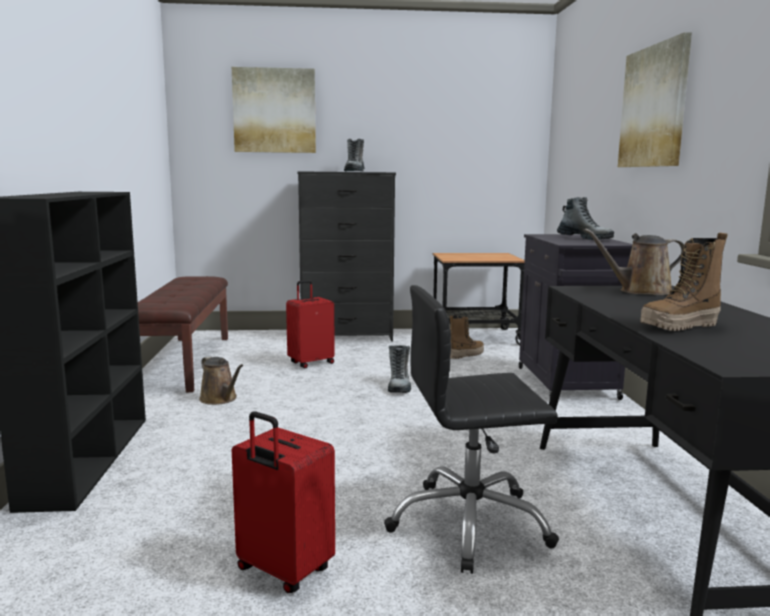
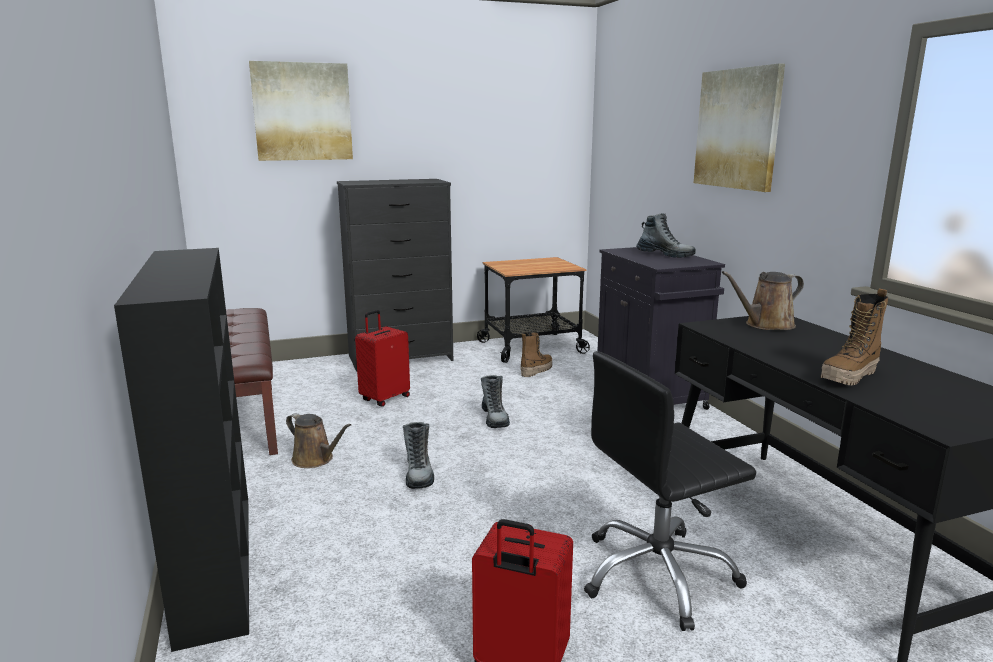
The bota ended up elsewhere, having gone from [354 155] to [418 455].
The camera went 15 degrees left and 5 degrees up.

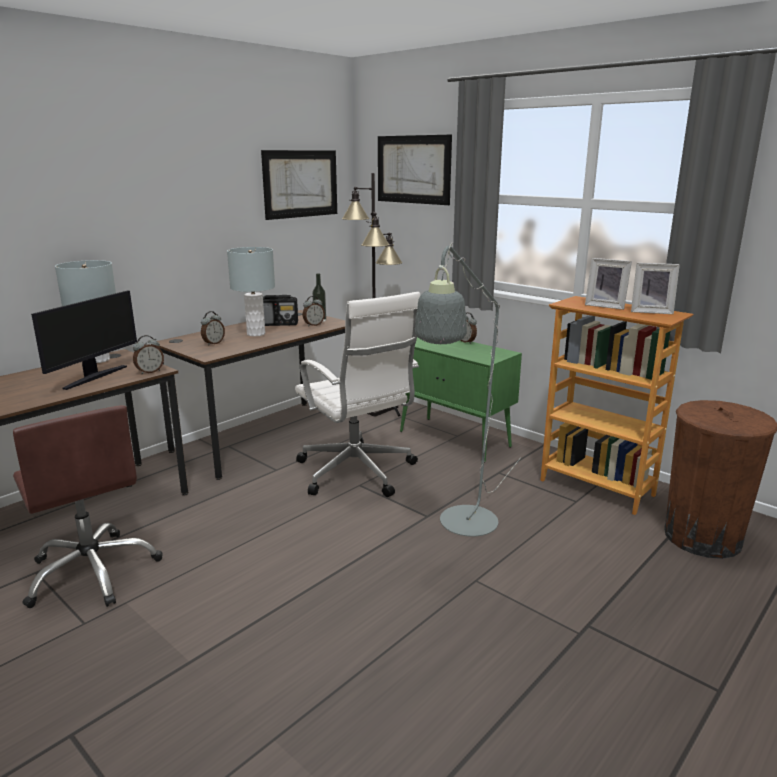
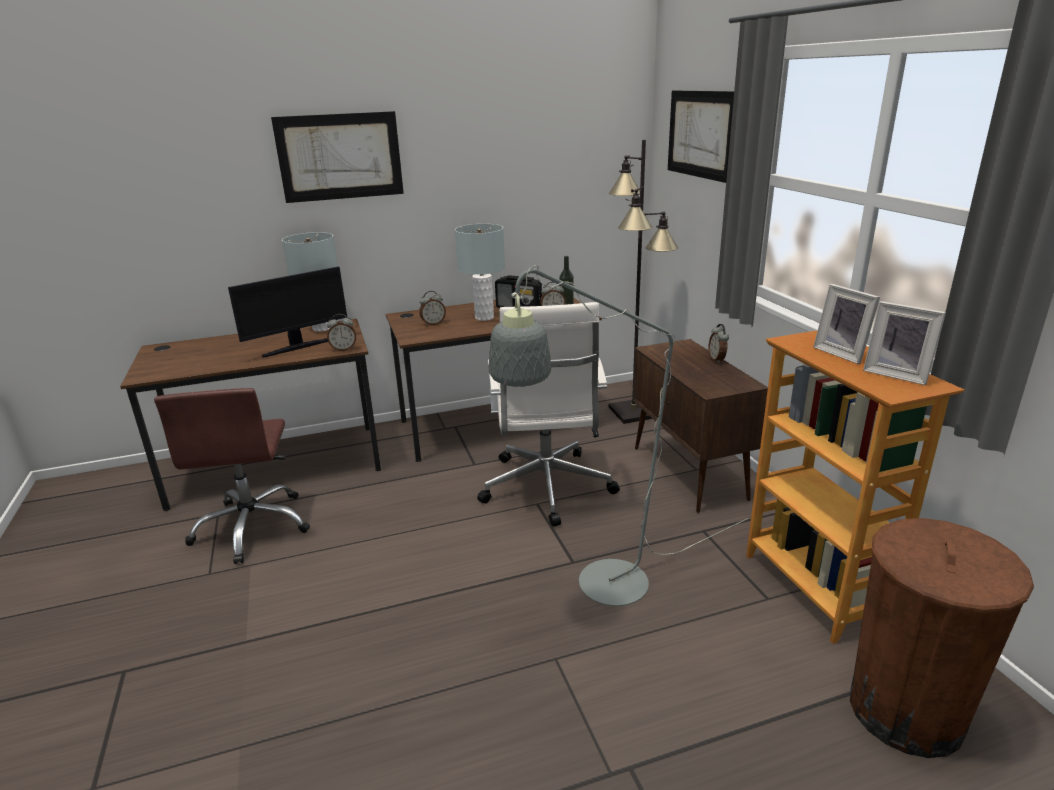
The cuadro ended up elsewhere, having gone from [299 185] to [337 157].
What was the armario [verde] at [461 400] turned into the armario [marrón] at [700 426].
The camera went 30 degrees right and 5 degrees up.

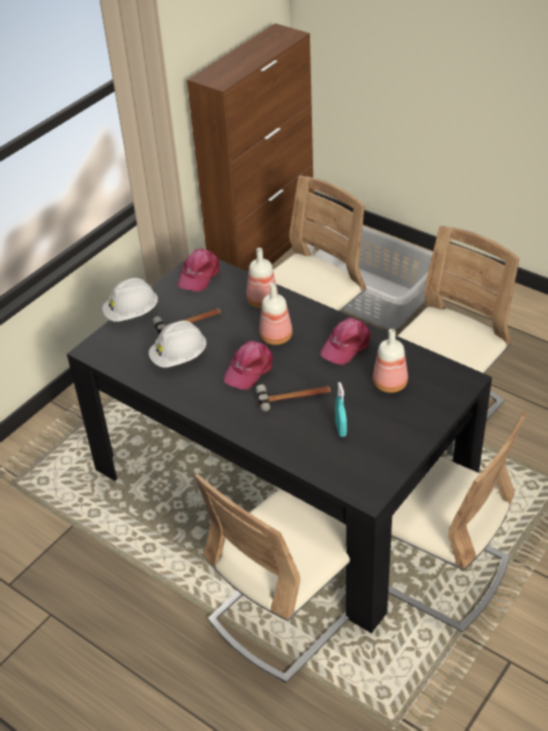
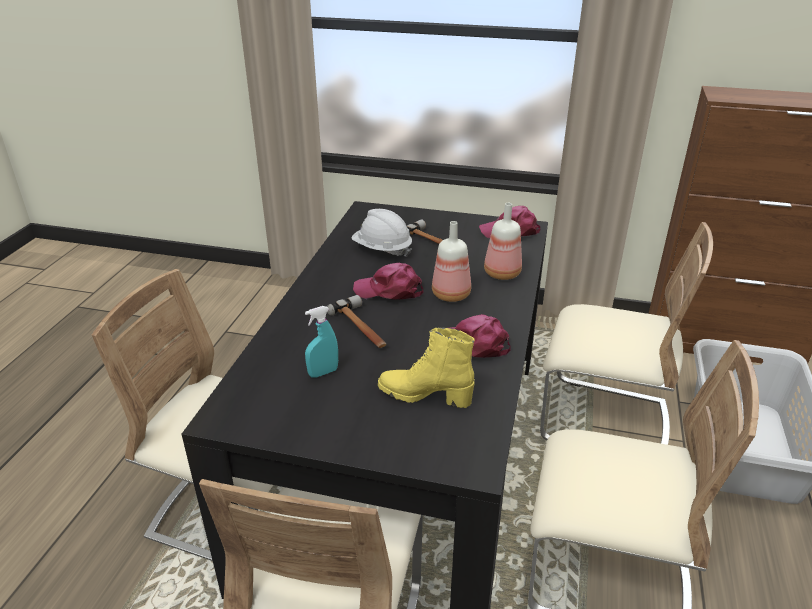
The second view lost the casco [blanco] at [130 300].
Where the botella stood at [390 361], the bota [amarillo] came to stand at [426 367].
The camera went 65 degrees right and 10 degrees down.

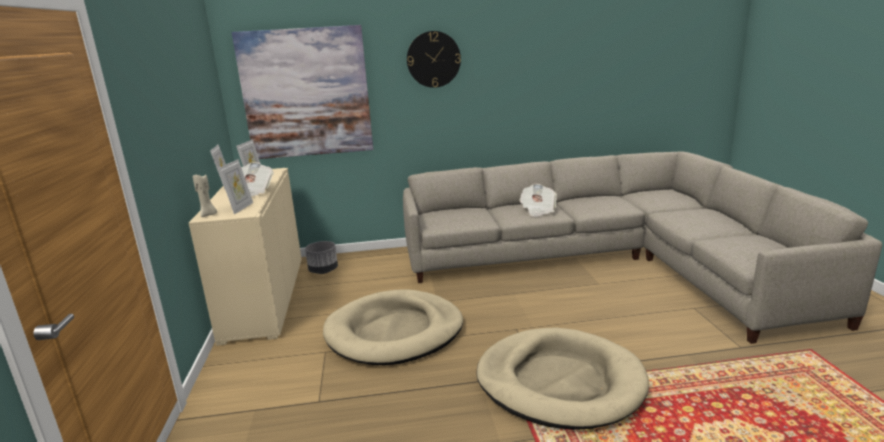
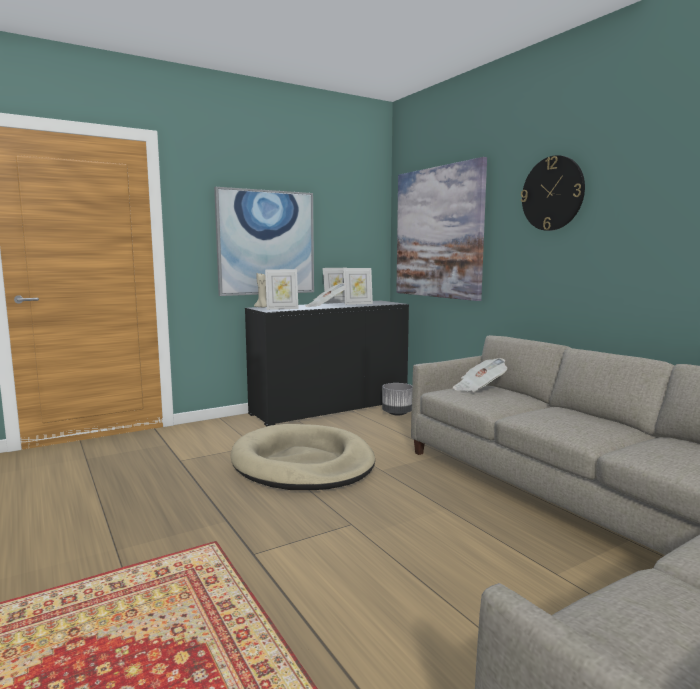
What was the armario [beis] at [245 257] turned into the armario [negro] at [327 363].
The second view lost the cama para perro [beis] at [562 379].
The periódico ended up elsewhere, having gone from [538 200] to [480 375].
The second view gained the cuadro at [264 241].
The camera went 65 degrees right and 10 degrees down.

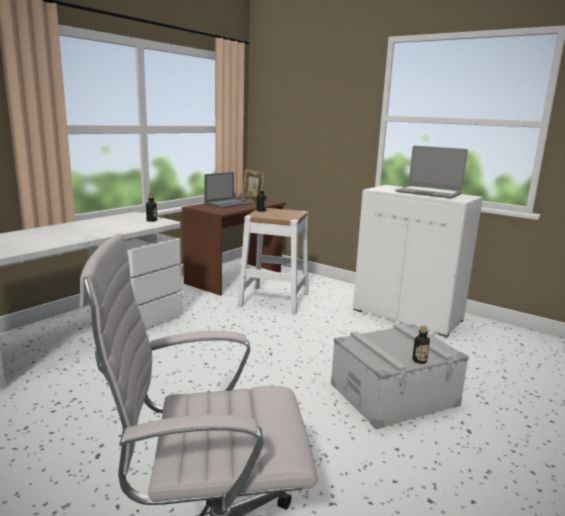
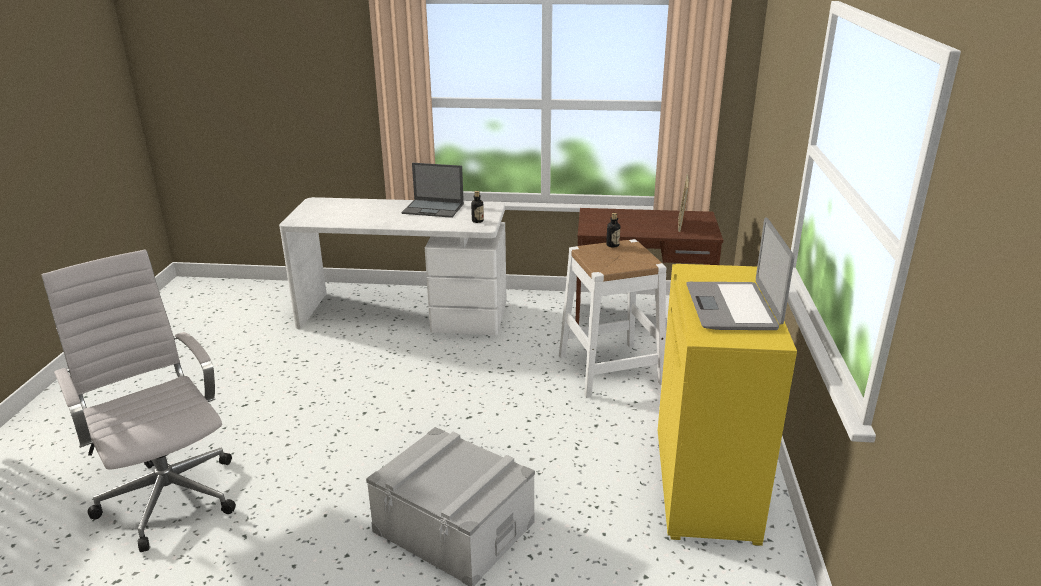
The portátil ended up elsewhere, having gone from [227 190] to [433 190].
What was the armario [blanco] at [418 261] turned into the armario [amarillo] at [727 405].
The second view lost the botella at [421 344].
The camera went 60 degrees right and 10 degrees up.

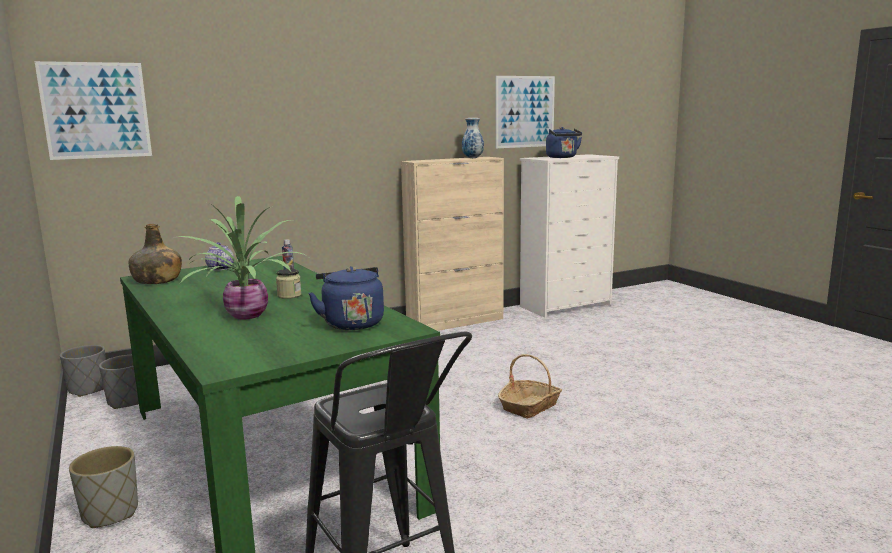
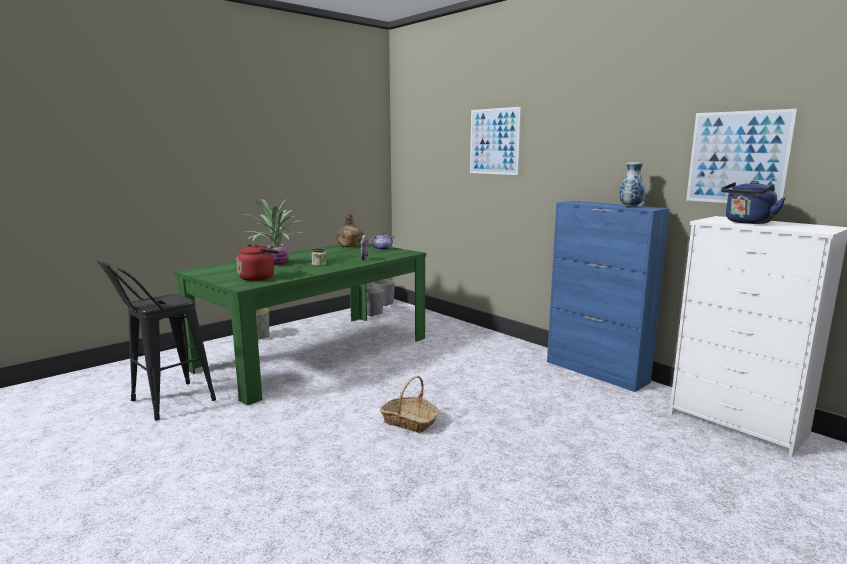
The cuadro ended up elsewhere, having gone from [93 110] to [495 141].
What was the hervidor [azul] at [346 298] turned into the hervidor [rojo] at [258 262].
What was the armario [beis] at [452 244] turned into the armario [azul] at [608 296].
The camera went 75 degrees right and 0 degrees up.

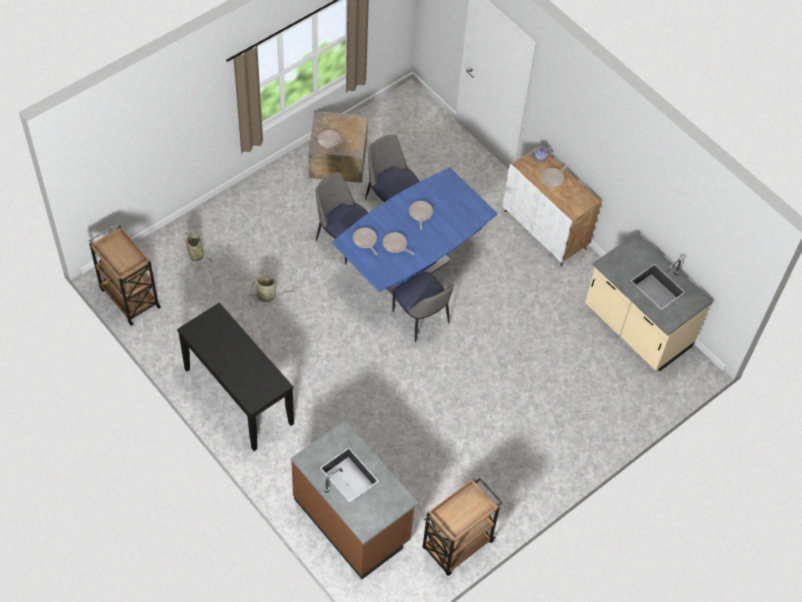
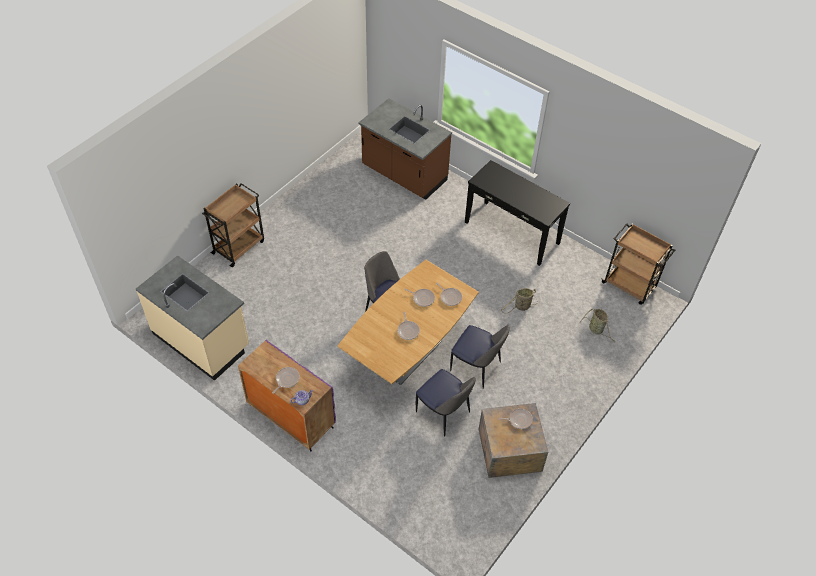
What was the mesa de comedor [azul] at [414 232] turned into the mesa de comedor [marrón] at [408 322].
The carrito [marrón] ended up elsewhere, having gone from [462 527] to [233 225].
What was the armario [blanco] at [552 206] turned into the armario [morado] at [287 395].
The camera went 170 degrees right and 5 degrees down.

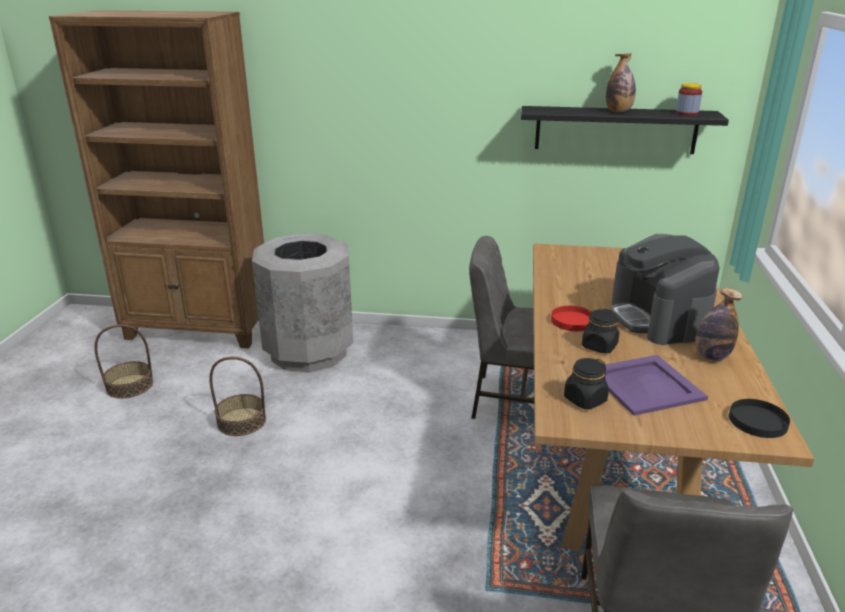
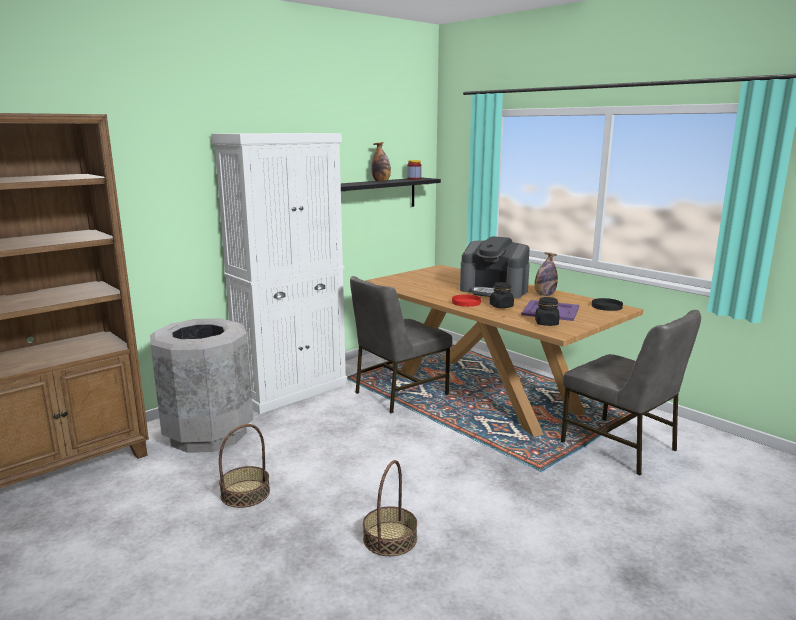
The cesta ended up elsewhere, having gone from [124 361] to [390 508].
The second view gained the armario [blanco] at [279 273].
The camera went 50 degrees left and 10 degrees down.

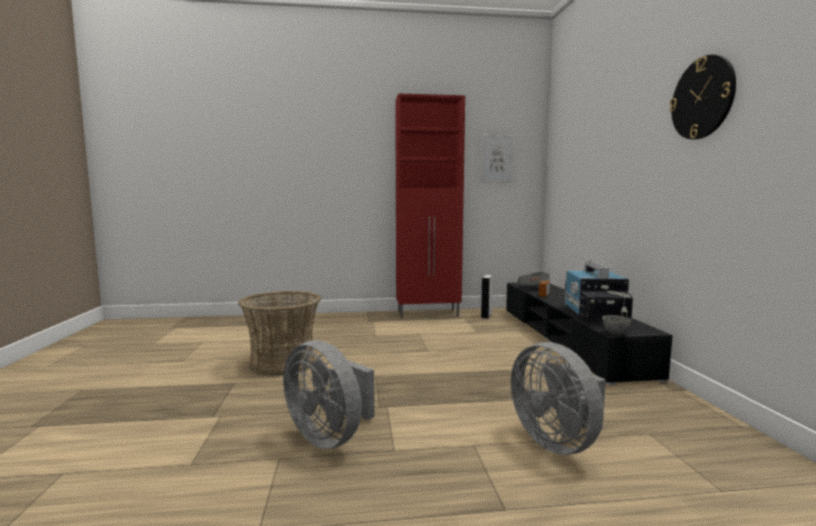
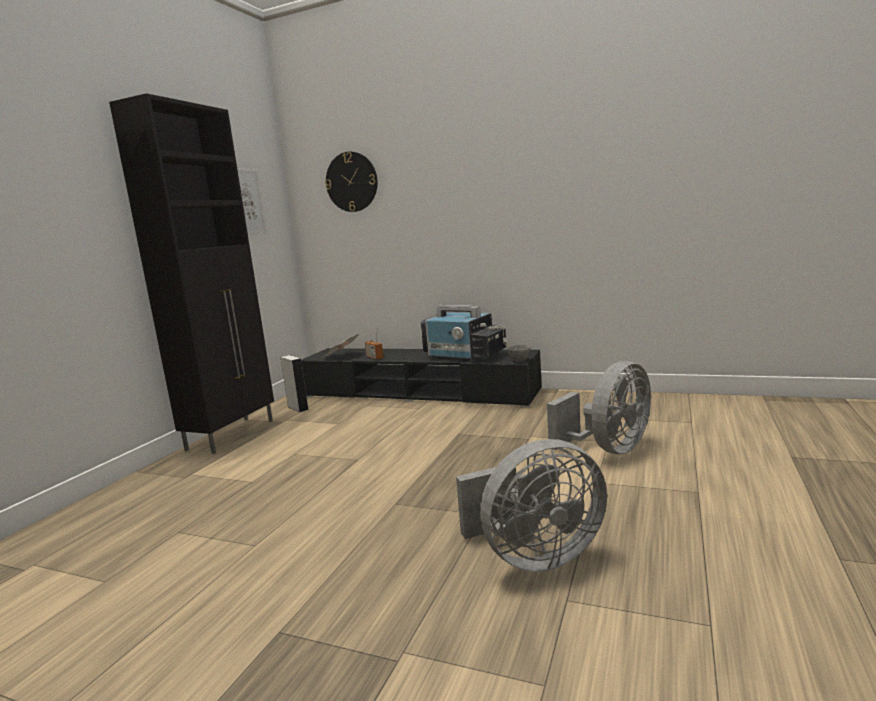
The second view lost the cesta at [279 333].
What was the armario [rojo] at [430 206] turned into the armario [negro] at [191 273].
The ventilador [gris] at [558 398] ended up facing another way, 45 degrees counterclockwise from before.
The reloj de pared ended up elsewhere, having gone from [702 97] to [351 182].
The camera went 60 degrees left and 5 degrees up.

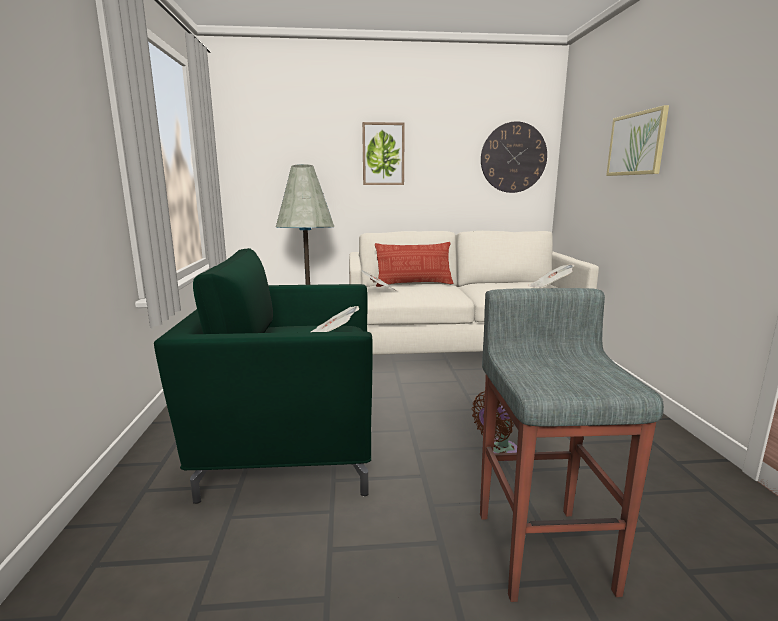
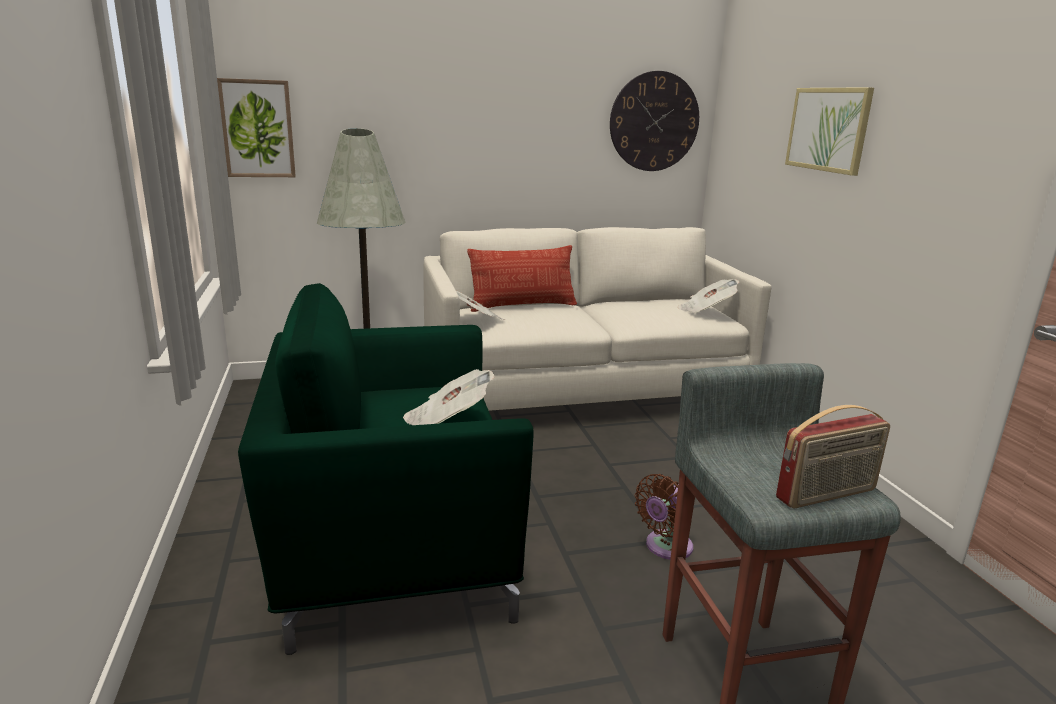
The cuadro ended up elsewhere, having gone from [383 153] to [256 127].
The second view gained the radio at [833 457].
The camera went 10 degrees left and 5 degrees up.

